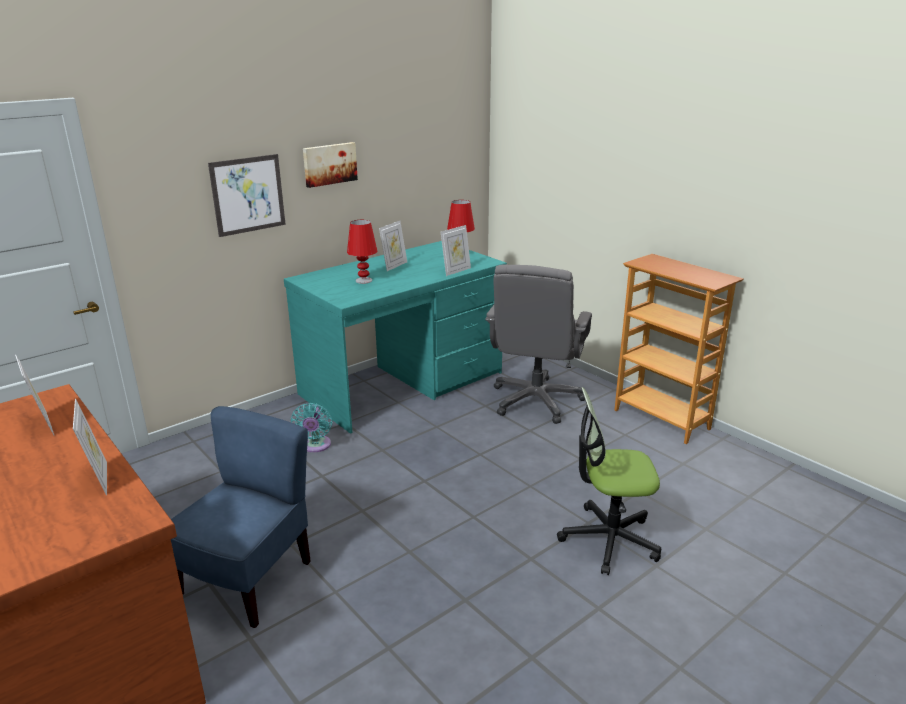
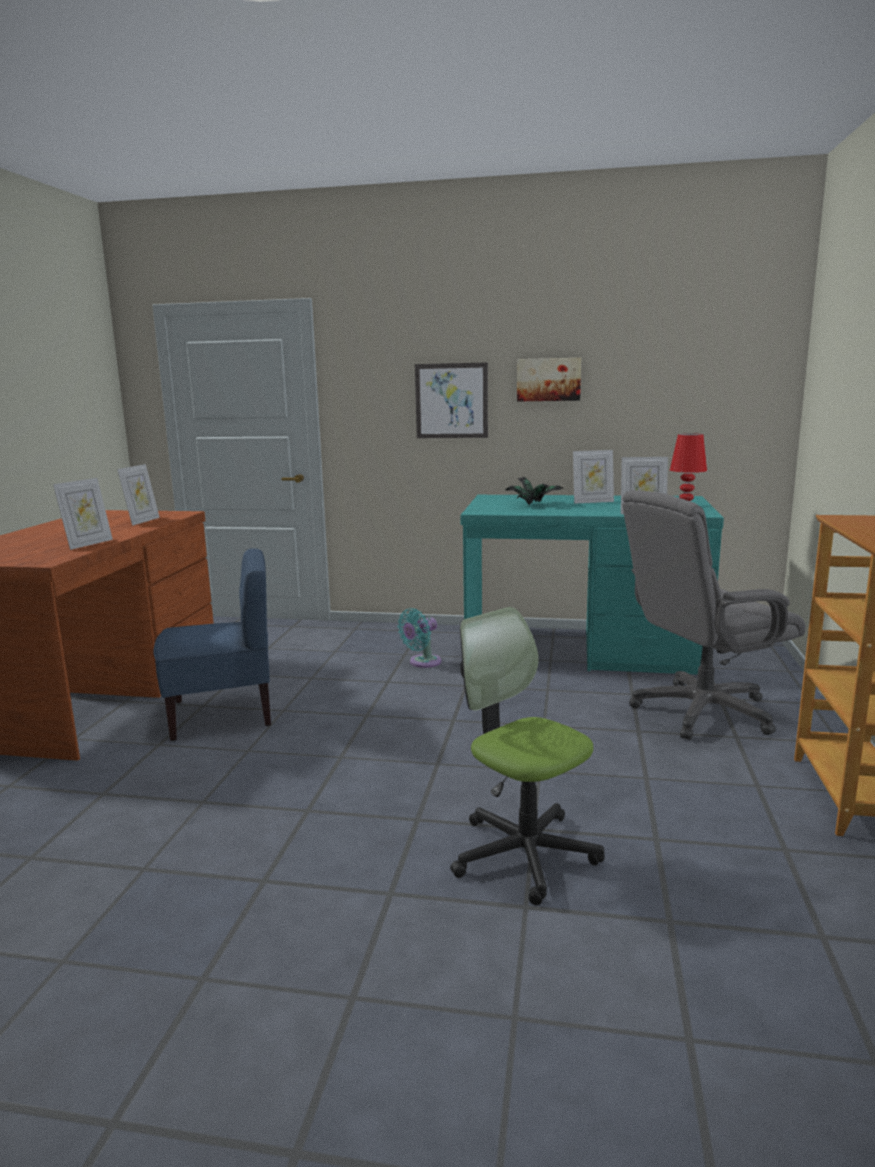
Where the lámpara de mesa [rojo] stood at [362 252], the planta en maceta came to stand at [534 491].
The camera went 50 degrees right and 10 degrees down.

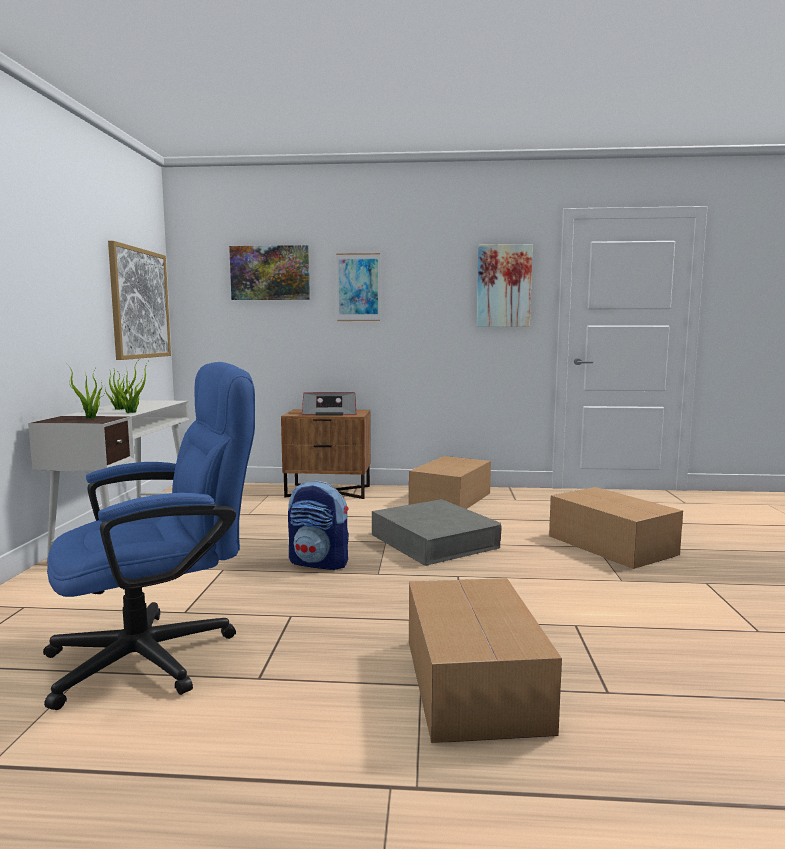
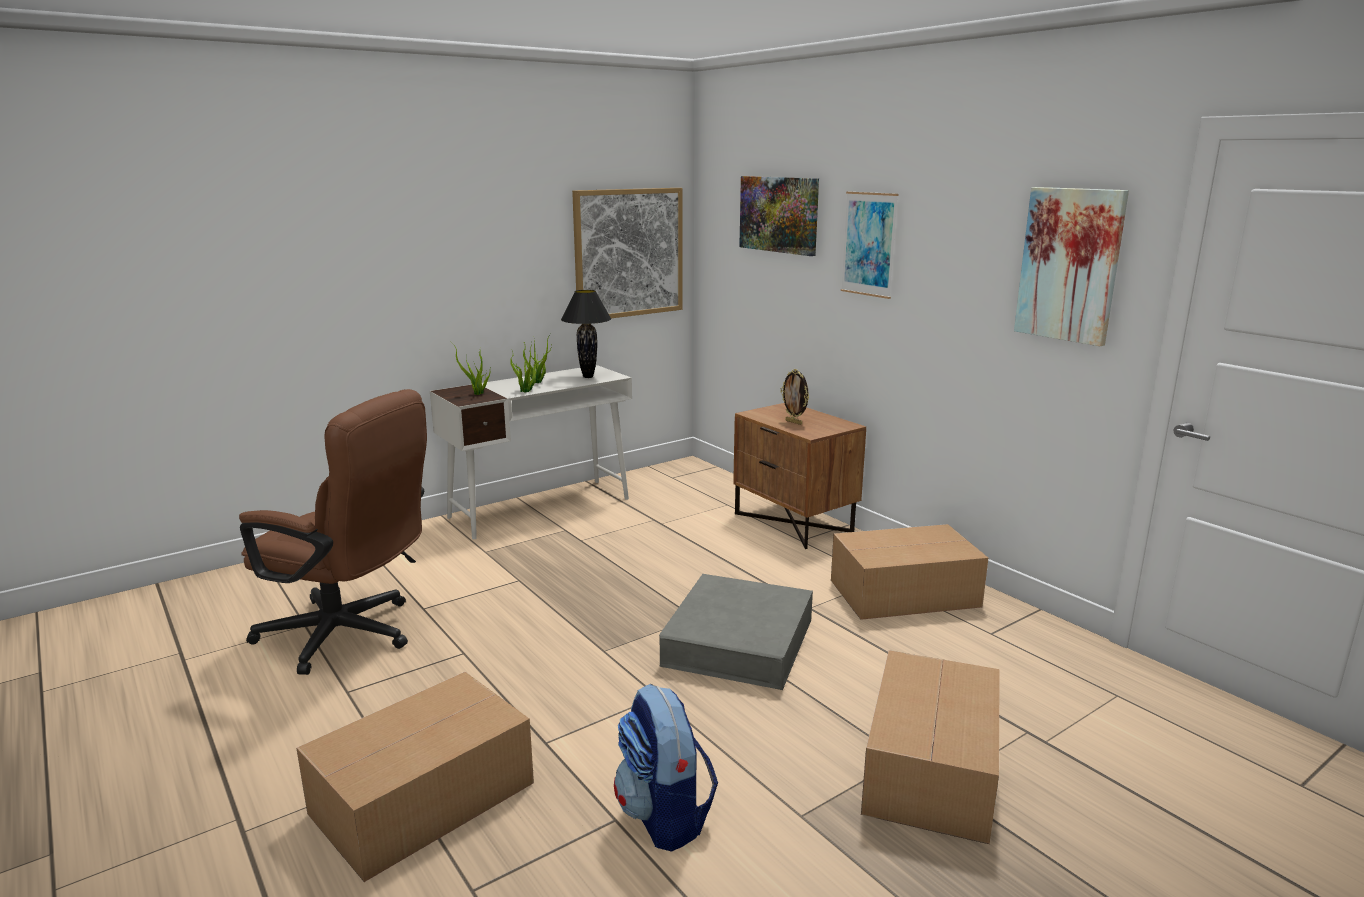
What was the silla de oficina [azul] at [149 536] turned into the silla de oficina [marrón] at [333 532].
The mochila ended up elsewhere, having gone from [318 526] to [666 768].
Where the radio stood at [329 403], the portarretratos came to stand at [795 397].
The second view gained the lámpara de mesa [negro] at [586 334].
The camera went 50 degrees right and 10 degrees up.

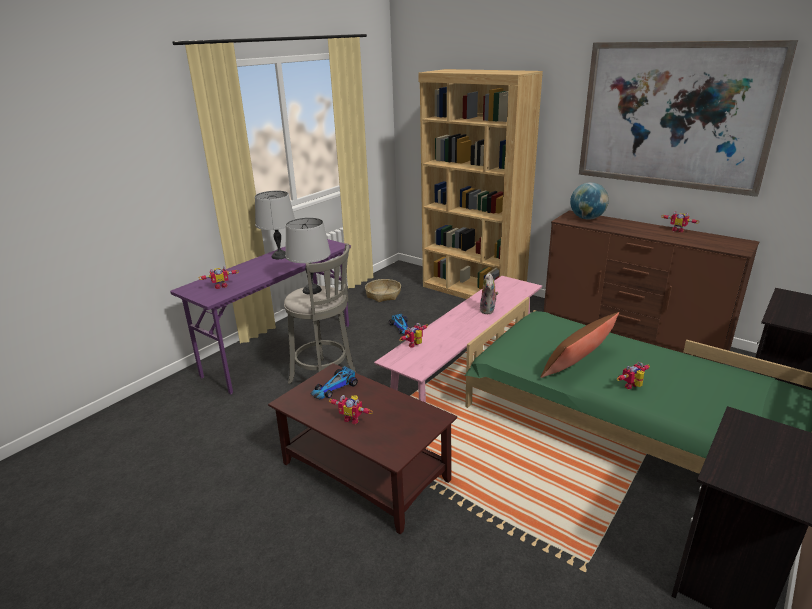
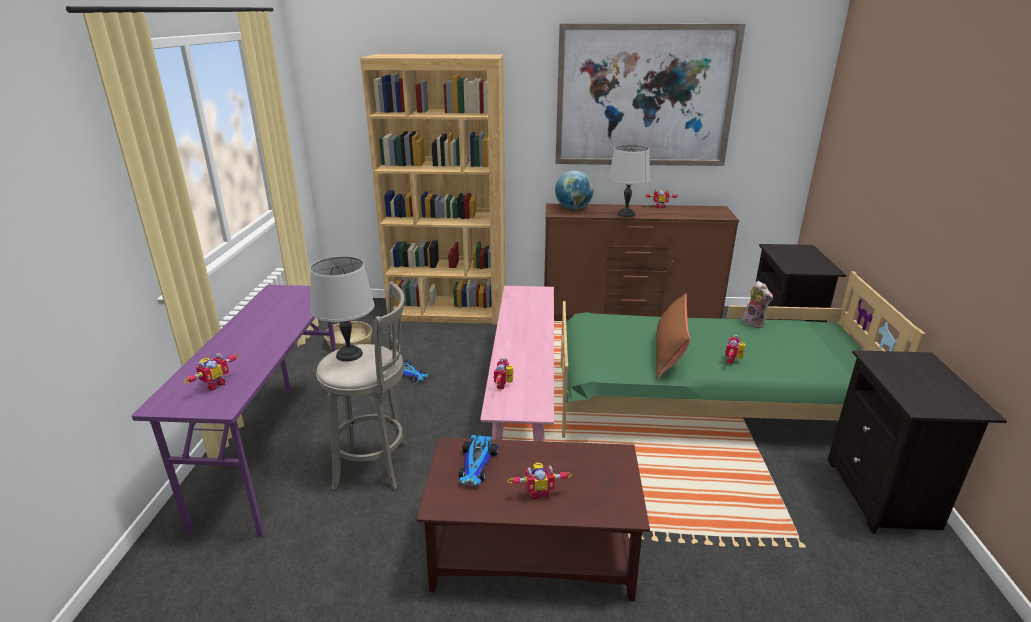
The lámpara de mesa [gris] ended up elsewhere, having gone from [275 225] to [629 181].
The peluche ended up elsewhere, having gone from [489 293] to [758 304].
The camera went 35 degrees left and 0 degrees up.

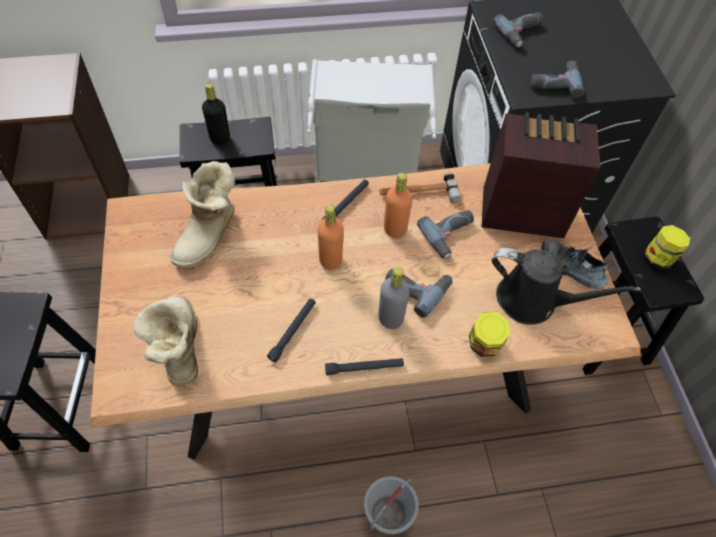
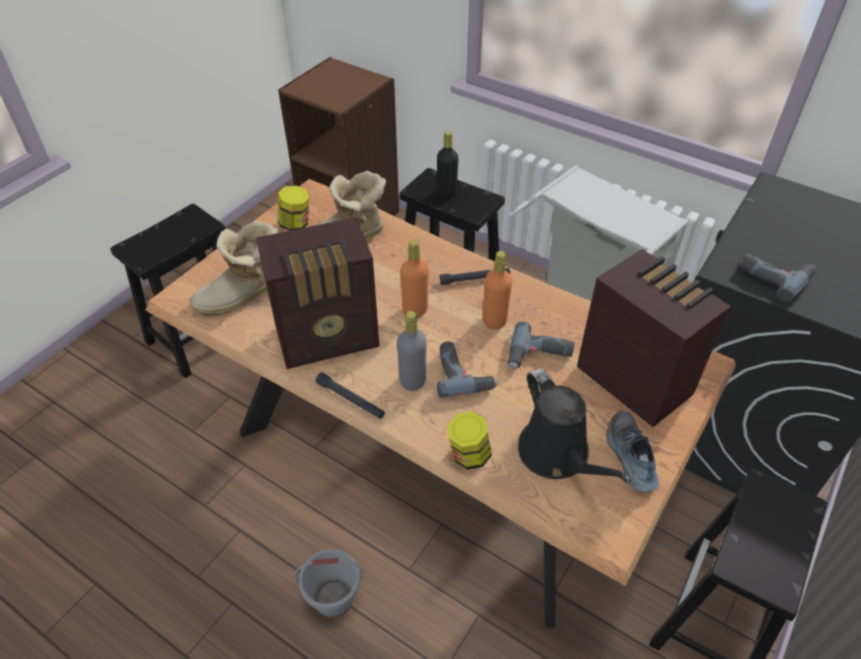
The bota at [166 340] ended up facing another way, 150 degrees counterclockwise from before.
Where the linterna [negro] stood at [291 330], the radio came to stand at [317 293].
The second view lost the martillo at [420 187].
The second view lost the taladro at [518 29].
The tarro ended up elsewhere, having gone from [667 247] to [293 208].
The camera went 45 degrees right and 10 degrees down.

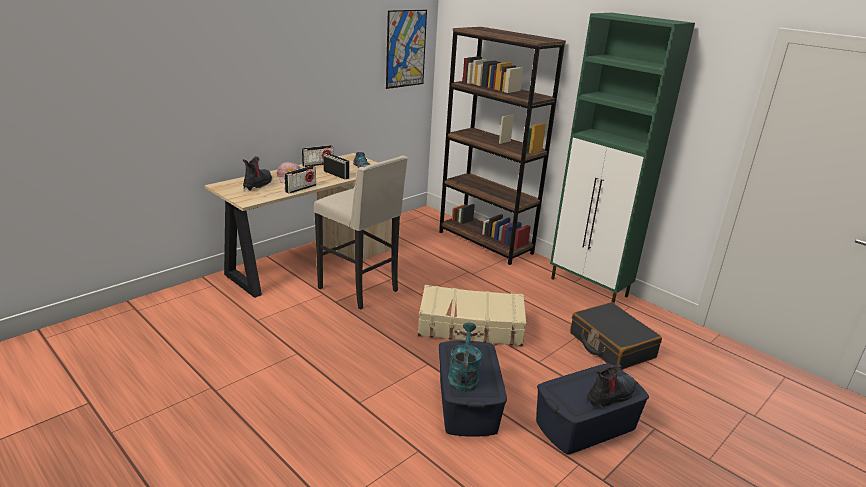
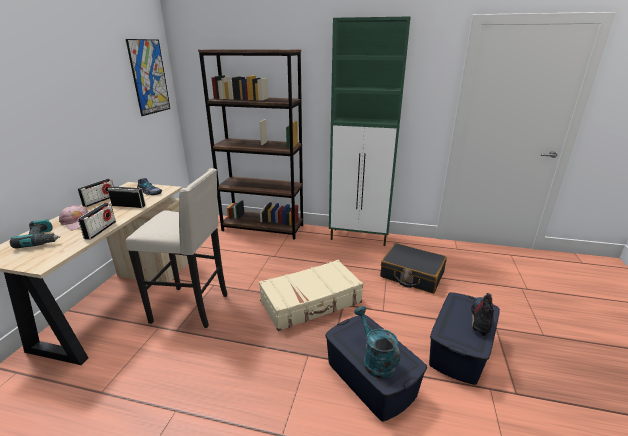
Where the bota stood at [257 173], the taladro came to stand at [35 234].
The camera went 30 degrees left and 0 degrees up.

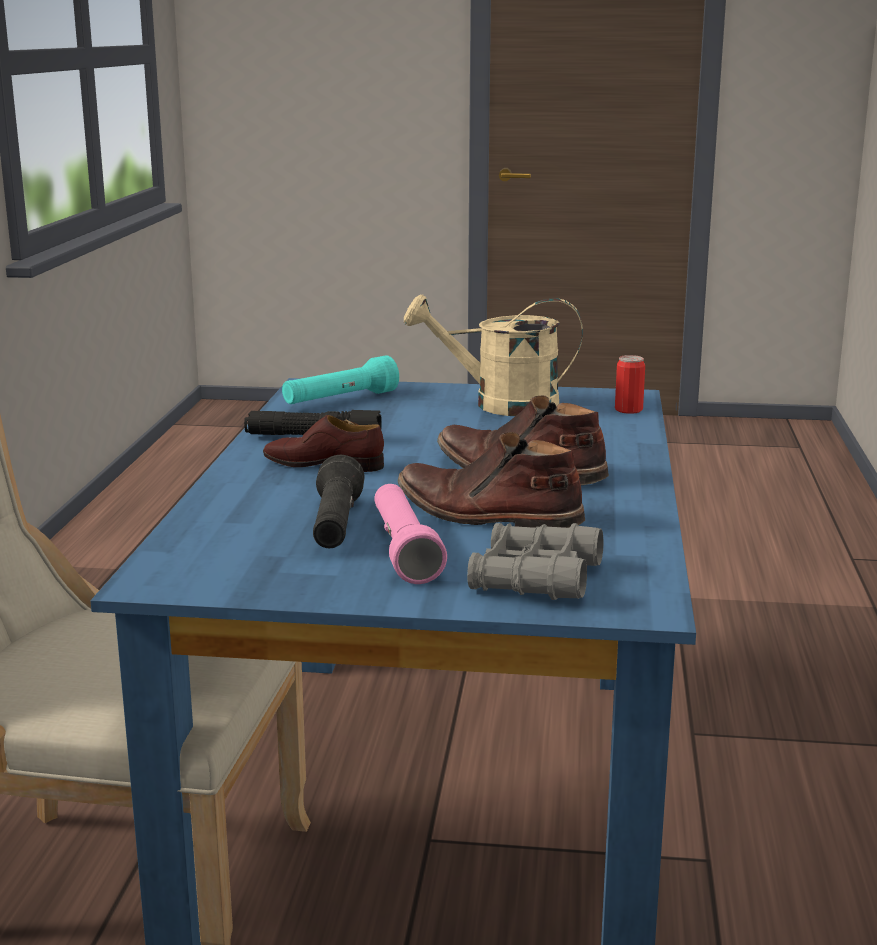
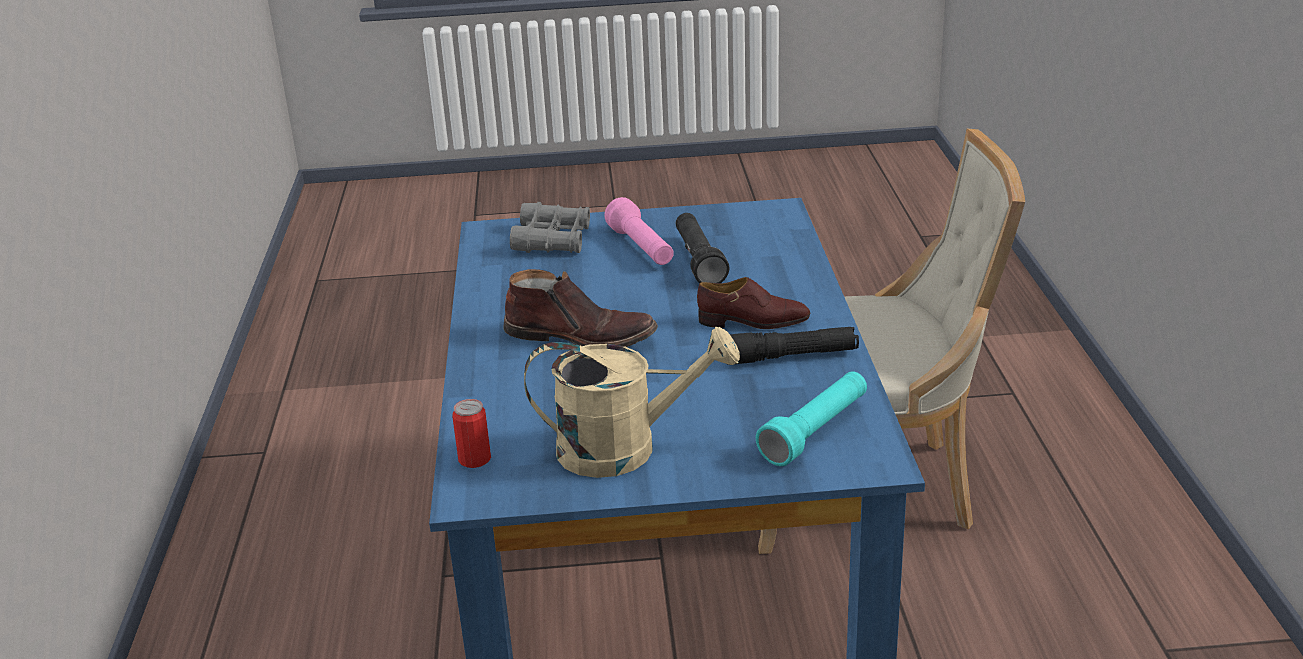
The second view lost the bota [marrón] at [491 480].
The camera went 170 degrees right and 10 degrees up.

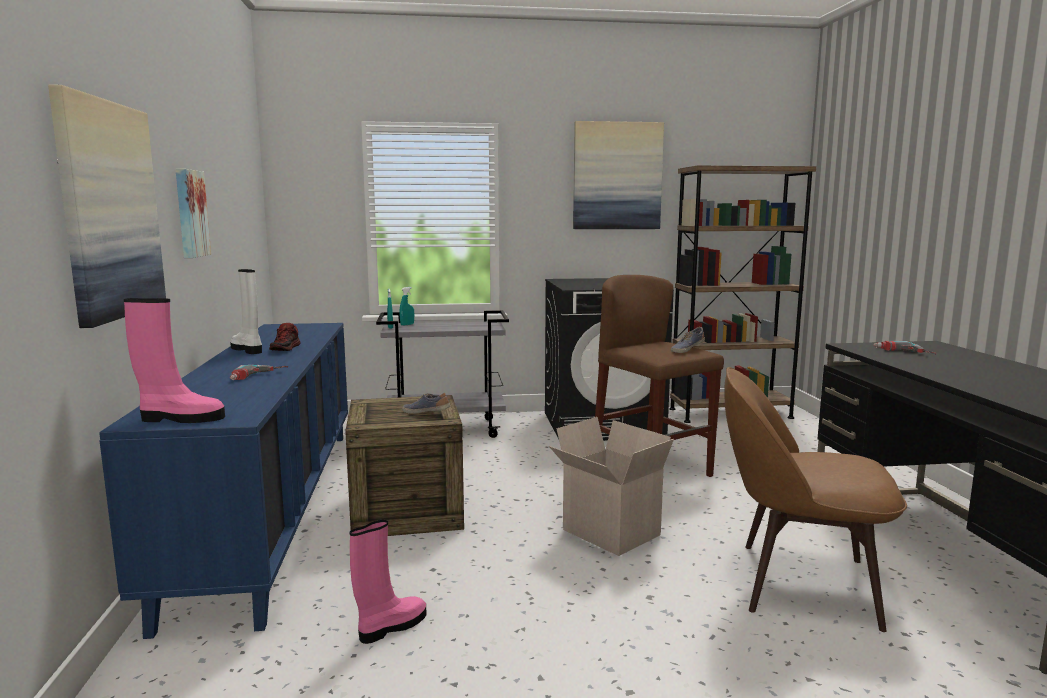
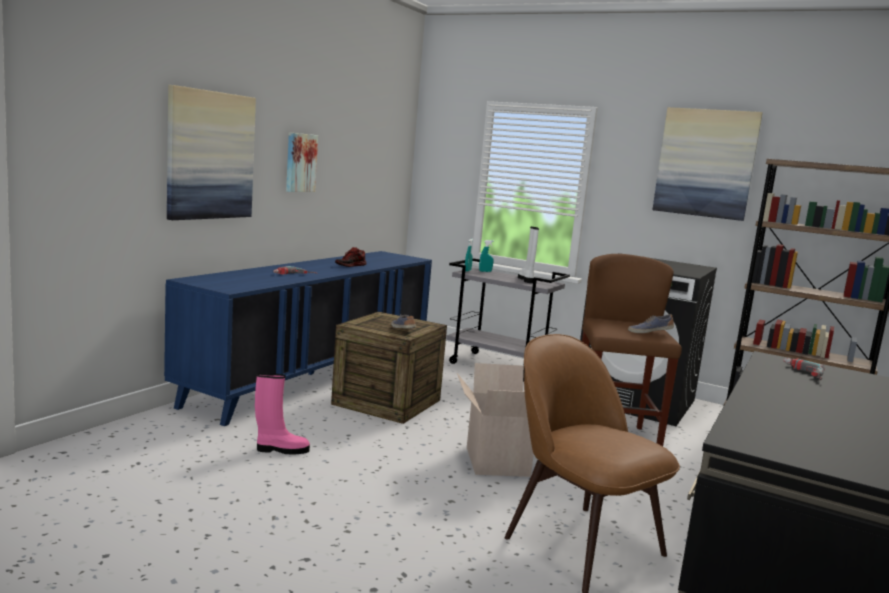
The second view lost the bota [rosa] at [174 360].
The bota [blanco] ended up elsewhere, having gone from [246 311] to [528 255].
The camera went 35 degrees right and 0 degrees up.

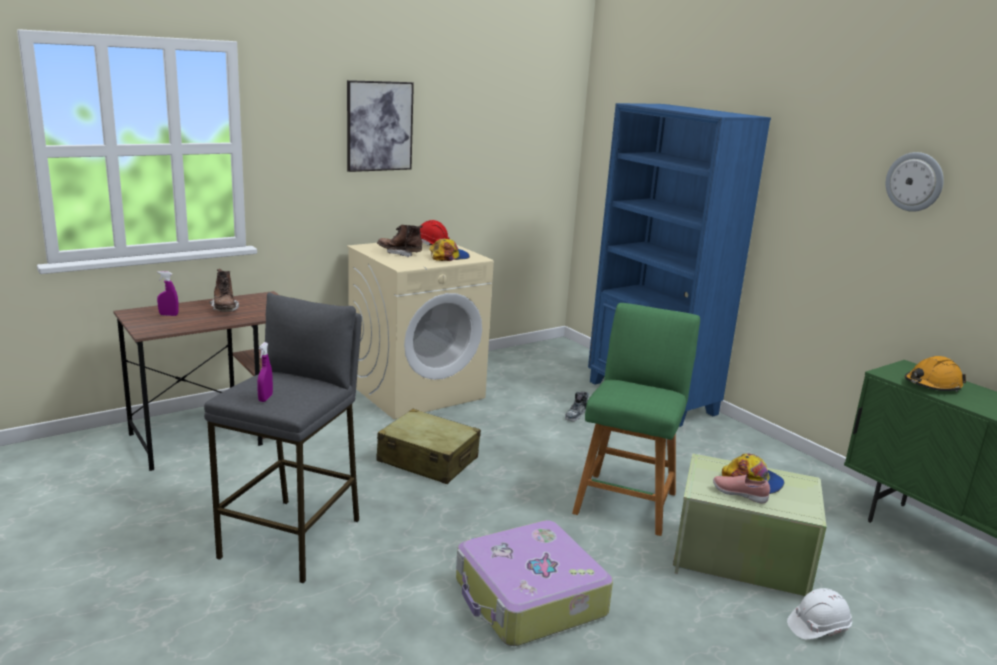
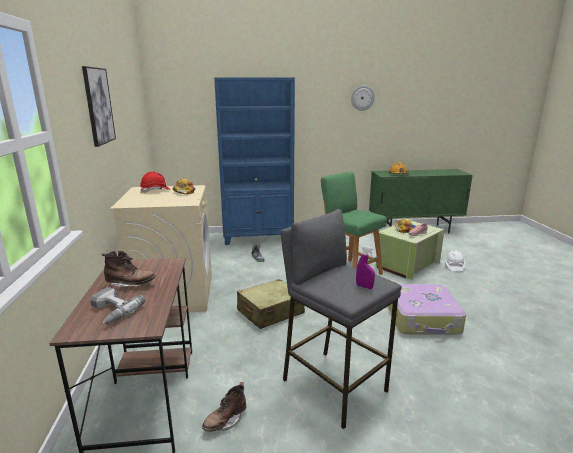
Where the pulverizador [morado] stood at [168 293], the taladro came to stand at [117 305].
The bota [marrón] ended up elsewhere, having gone from [400 241] to [224 407].
The camera went 60 degrees left and 0 degrees up.

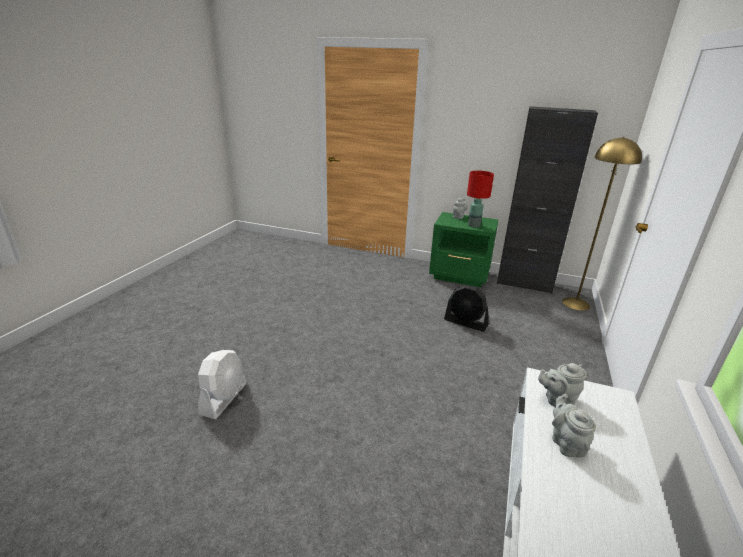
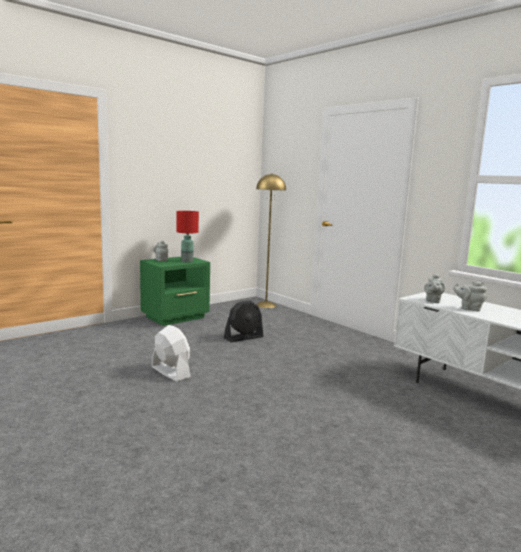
The ventilador [blanco] ended up elsewhere, having gone from [222 384] to [171 353].
The second view lost the armario [negro] at [547 200].
The camera went 60 degrees left and 15 degrees down.

